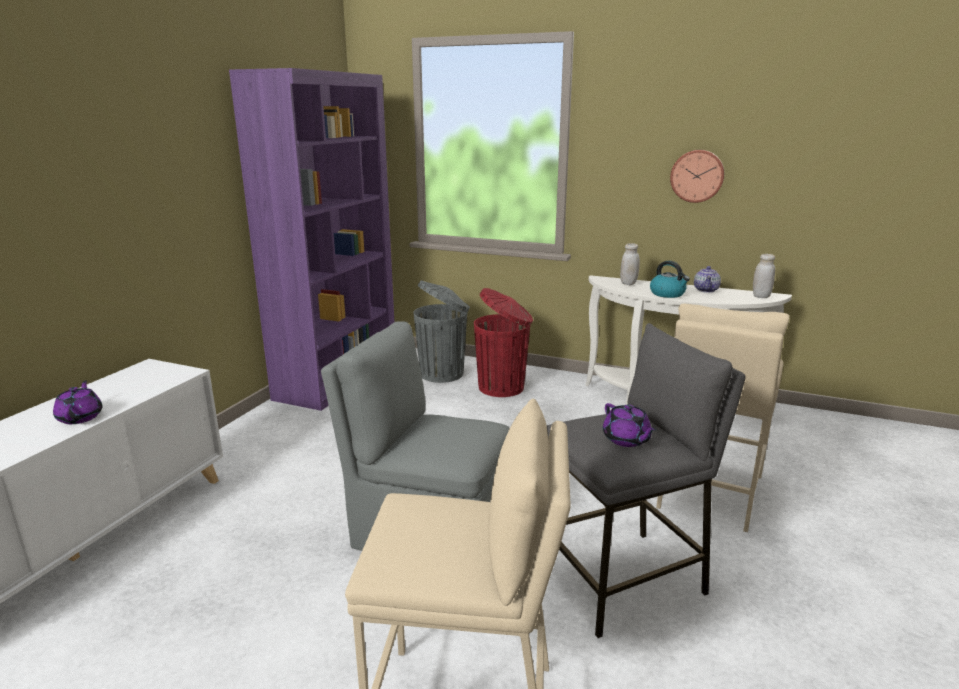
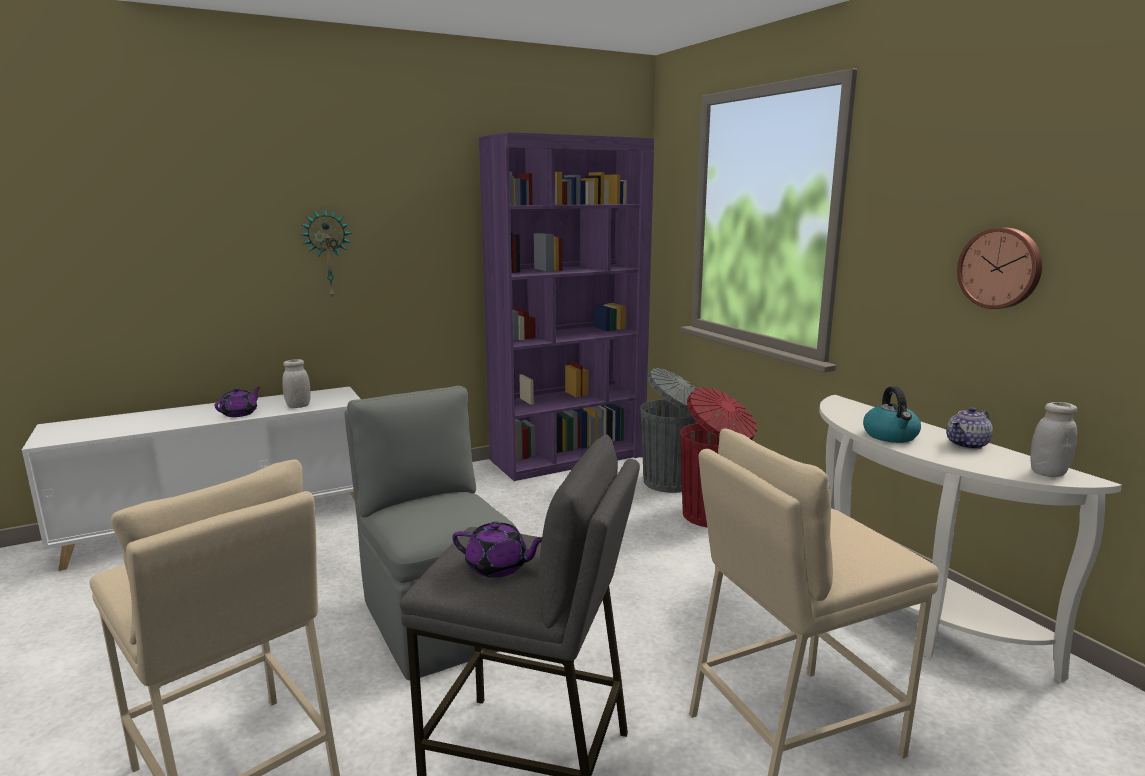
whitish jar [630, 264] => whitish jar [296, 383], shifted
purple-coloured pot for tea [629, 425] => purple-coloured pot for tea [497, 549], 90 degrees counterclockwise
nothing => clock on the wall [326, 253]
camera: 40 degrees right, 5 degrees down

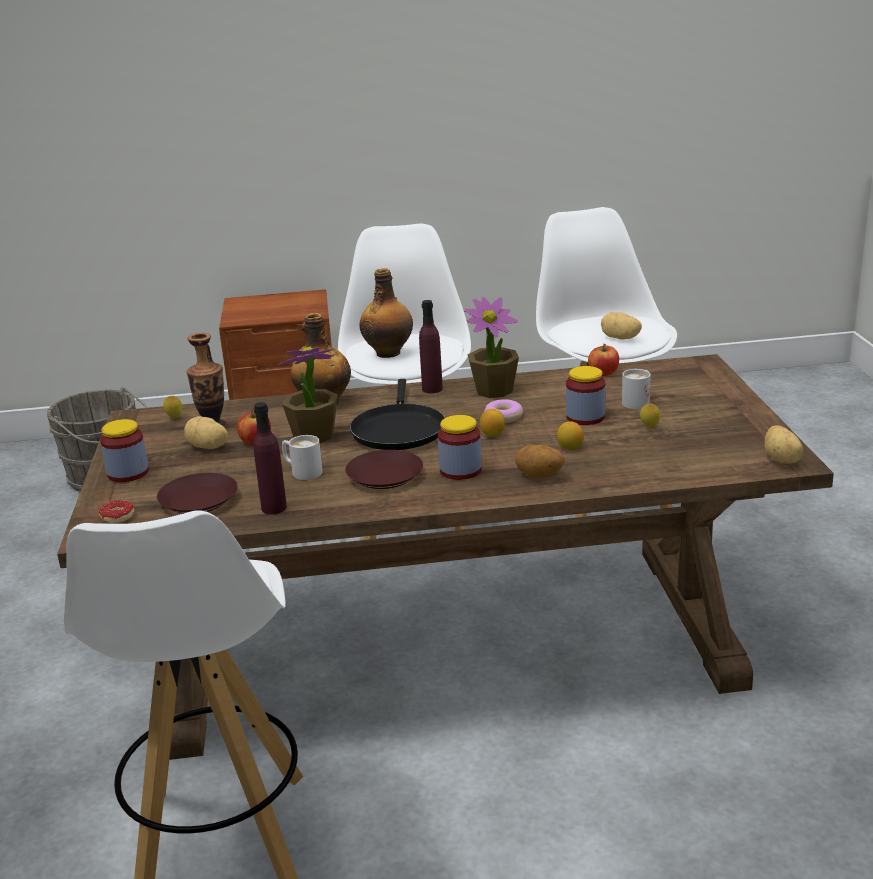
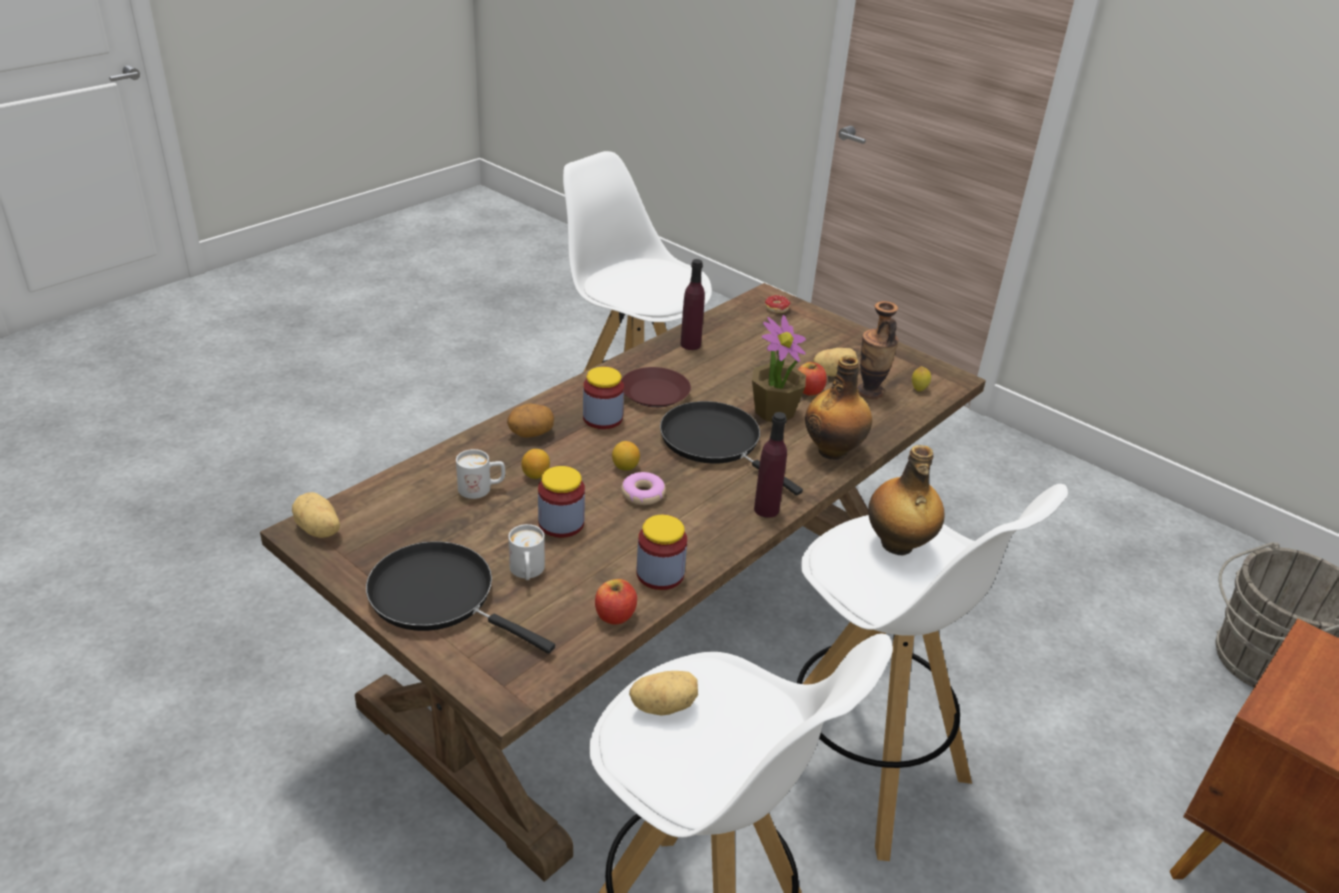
potted plant [491, 347] => nothing
citrus fruit [650, 416] => nothing
jar [124, 450] => jar [661, 552], shifted
whitish tea mug [302, 457] => whitish tea mug [480, 474], shifted
brown-coloured dinner plate [197, 493] => nothing
nothing => blackish skillet [460, 597]
camera: 135 degrees right, 10 degrees up

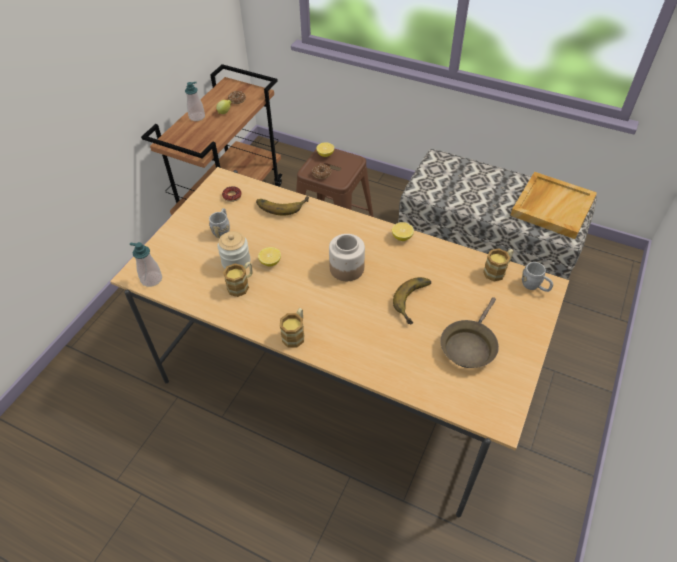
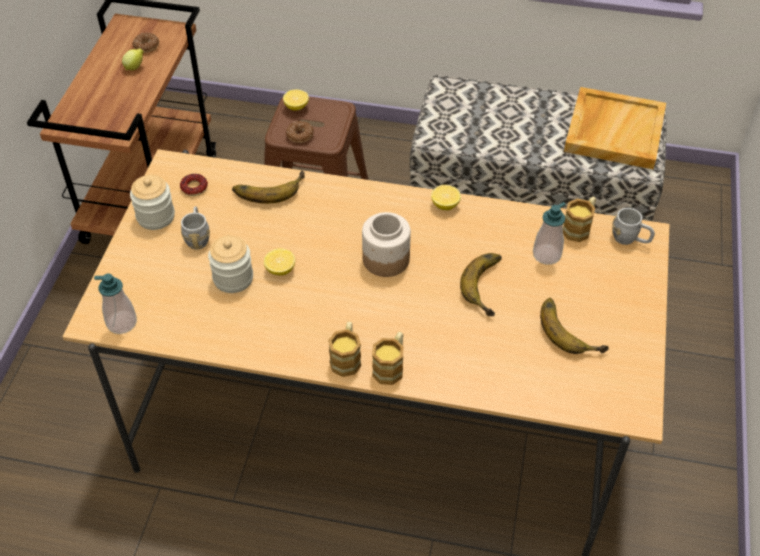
soap bottle [195, 101] => soap bottle [549, 233], shifted
tea mug [238, 279] => tea mug [388, 358], shifted
brown-coloured skillet [469, 332] => banana [574, 326]
nothing => jar [152, 202]
camera: 15 degrees left, 0 degrees up

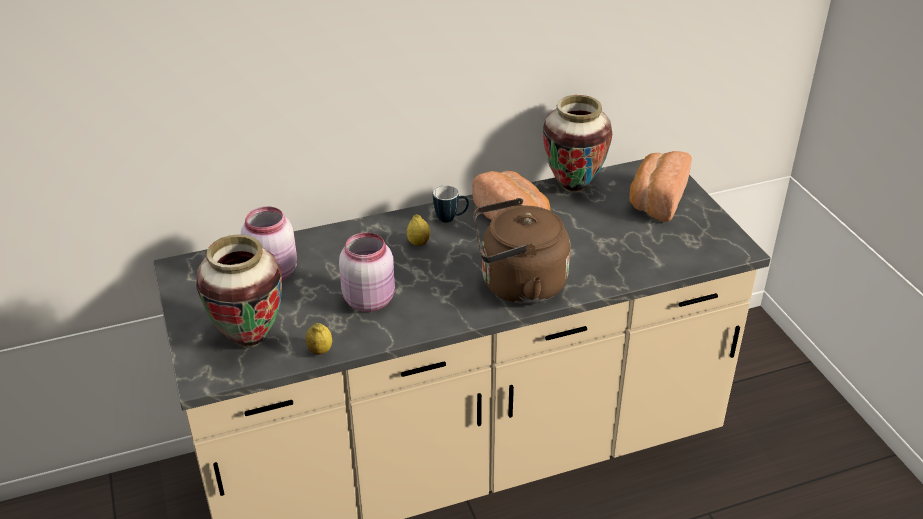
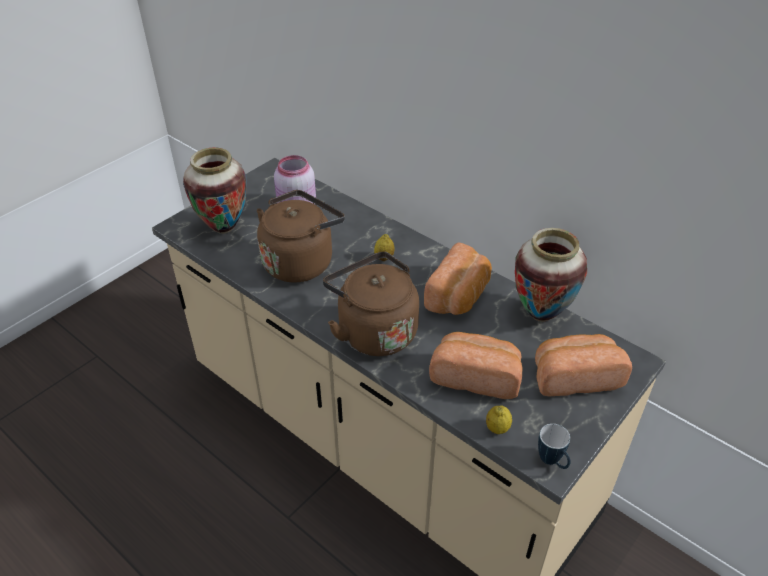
tea mug [451, 204] => tea mug [554, 446], shifted
pink-coloured jar [367, 272] => brown-coloured water kettle [301, 236]
citrus fruit [318, 339] => citrus fruit [499, 419], shifted
nothing => bread [475, 365]
camera: 60 degrees right, 5 degrees up

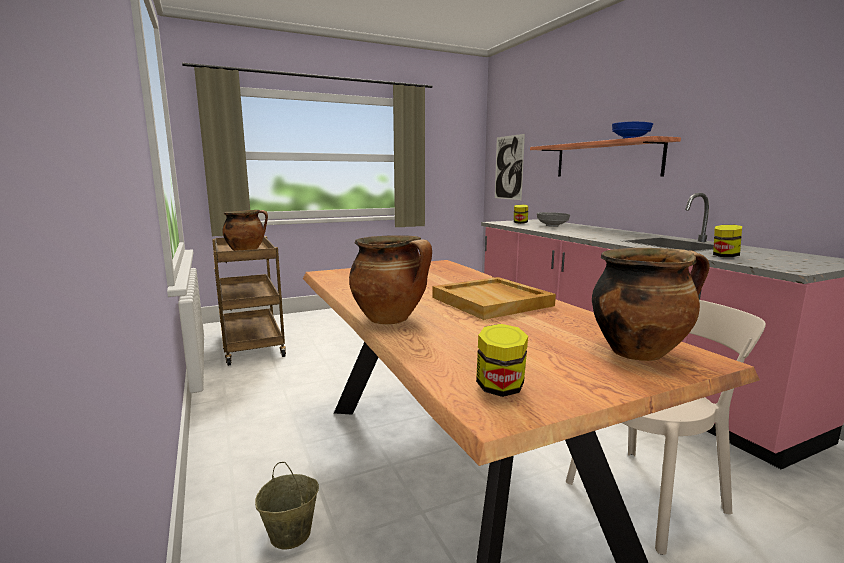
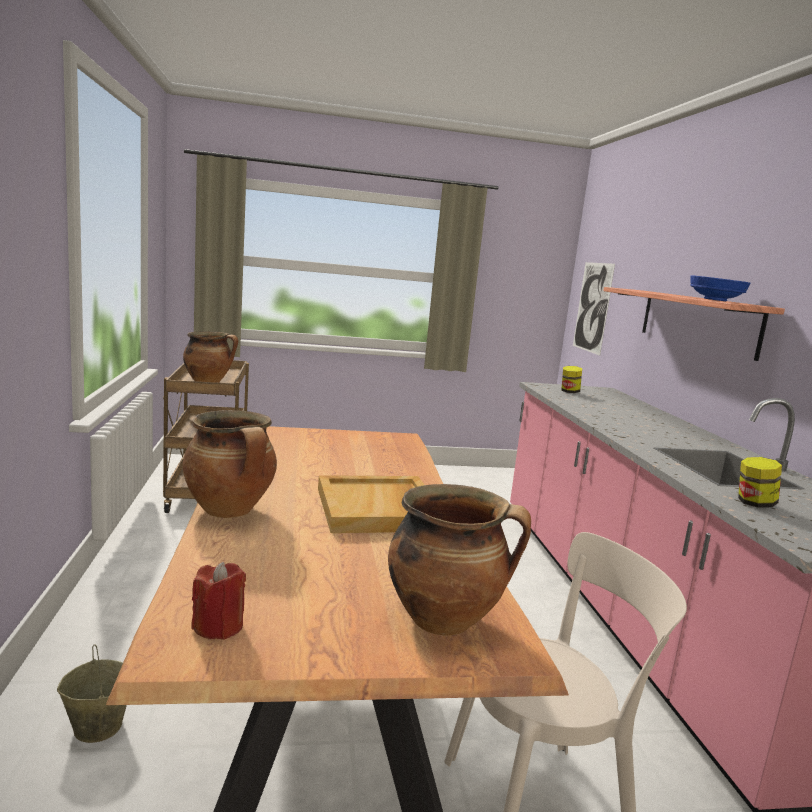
gray bowl [553, 219] => nothing
jar [502, 360] => red-coloured candle [218, 601]
camera: 15 degrees right, 0 degrees up

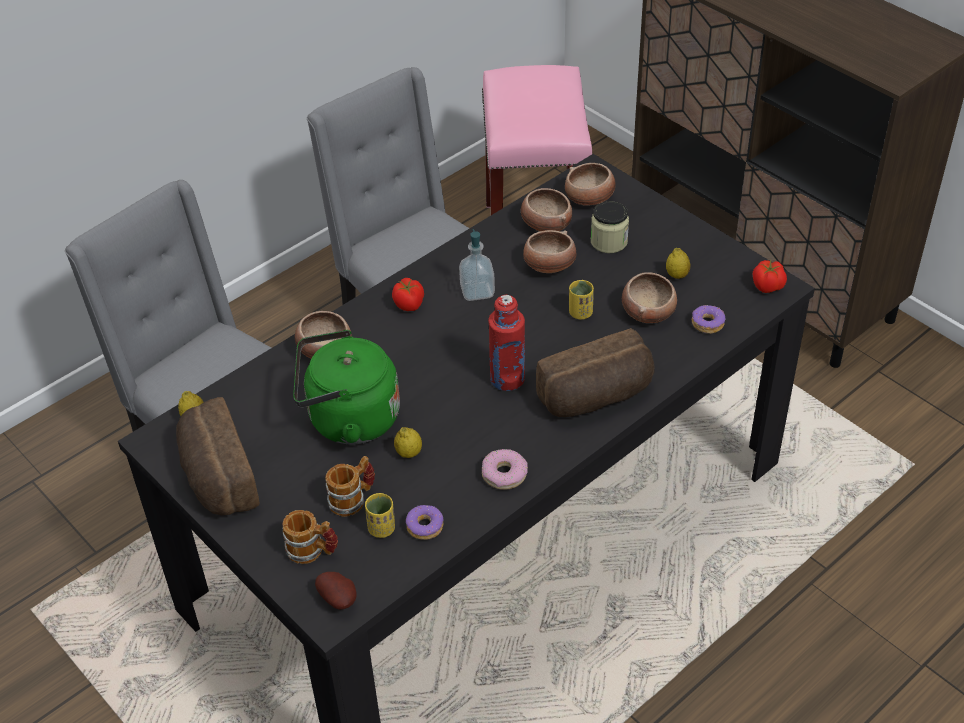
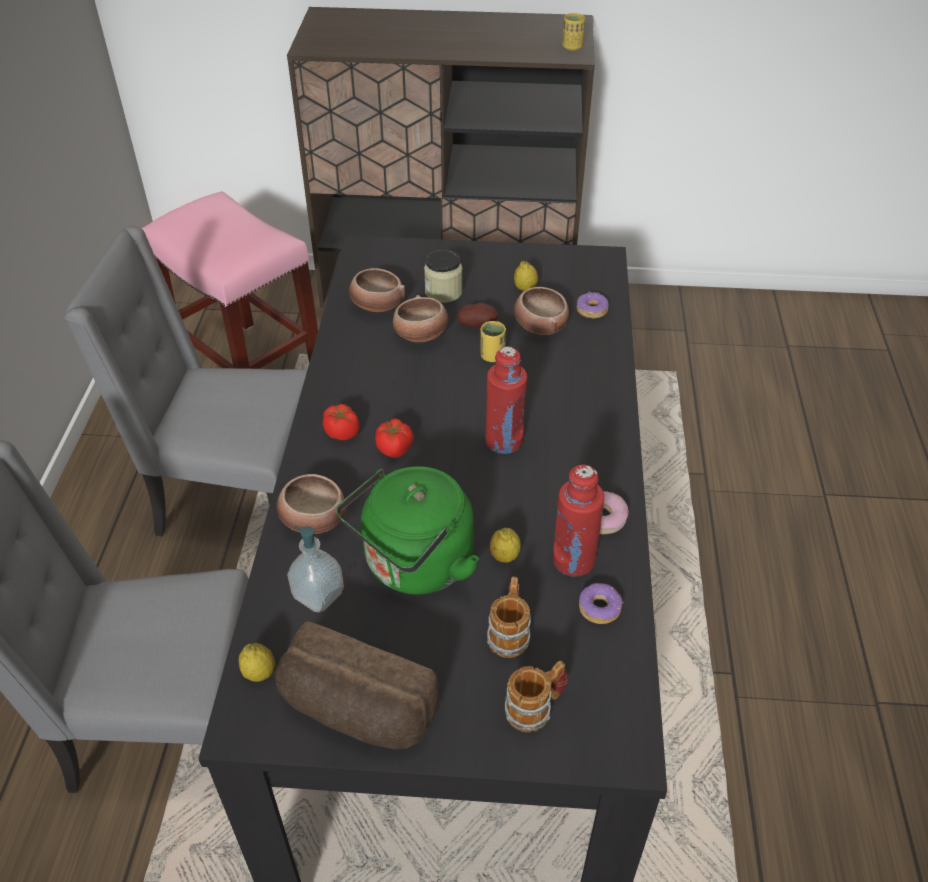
bowl [590, 184] => nothing
soap bottle [477, 265] => soap bottle [315, 569], shifted
fresh tomato [769, 276] => fresh tomato [394, 438], shifted
bread [595, 372] => nothing
yellowish cup [380, 515] => yellowish cup [573, 31], shifted
whole potato [336, 591] => whole potato [477, 315], shifted
nothing => red-coloured beverage bottle [578, 521]
camera: 45 degrees left, 0 degrees up

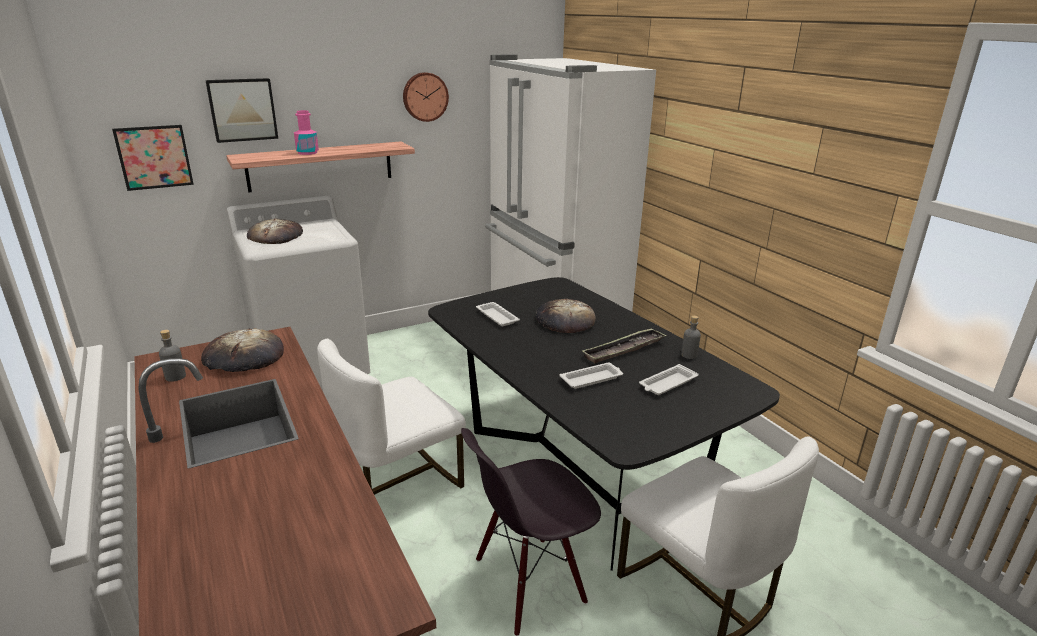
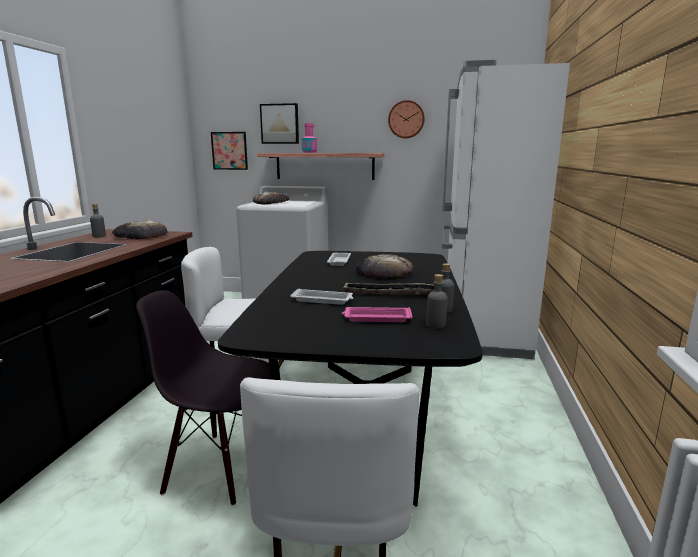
whitish tray [669, 379] => pink-coloured tray [377, 314]
nothing => gray beverage bottle [436, 301]
camera: 40 degrees right, 10 degrees down

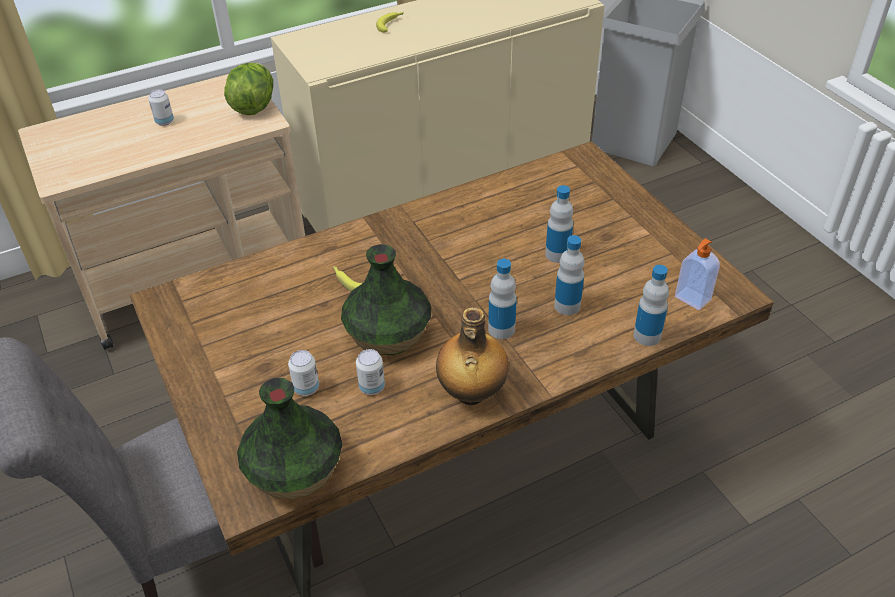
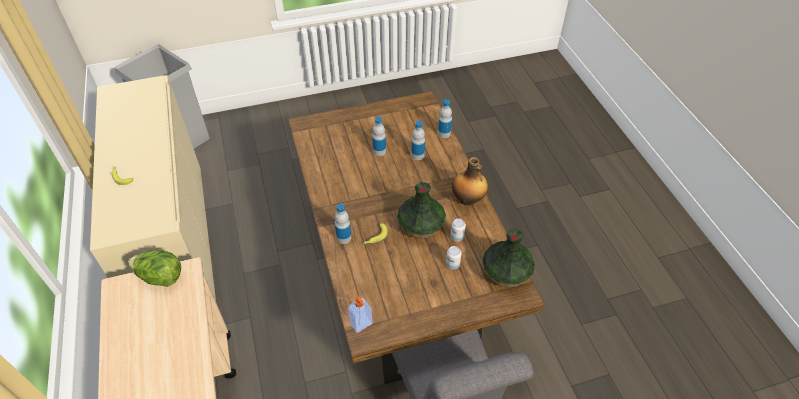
metal can [161, 107] => nothing
soap bottle [697, 274] => soap bottle [360, 314], shifted
beverage bottle [502, 299] => beverage bottle [343, 224], shifted
camera: 80 degrees left, 5 degrees up

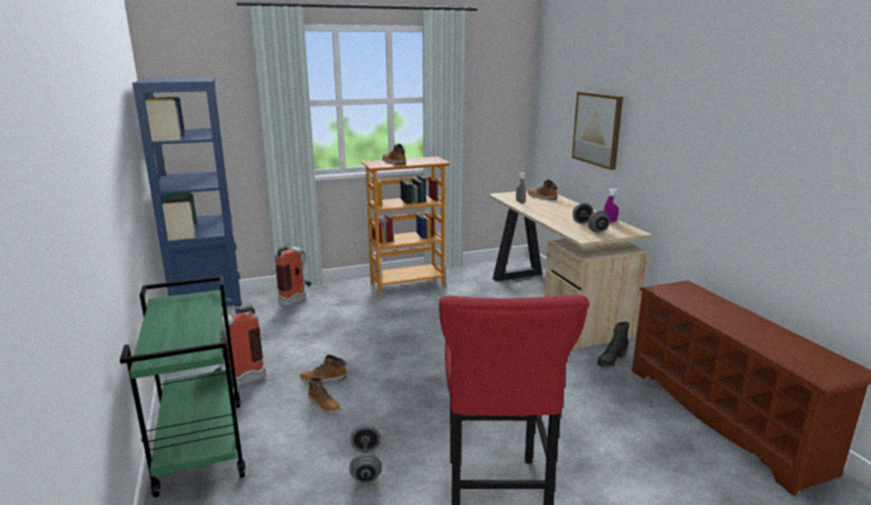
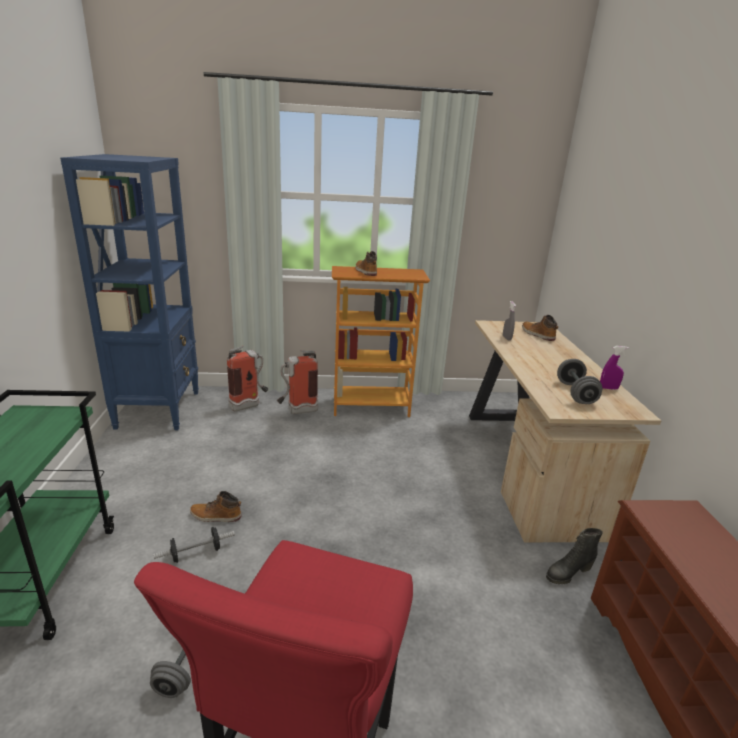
picture [597, 131] => nothing
fire extinguisher [240, 346] => fire extinguisher [297, 382], shifted
tall boot [324, 396] => dumbbell [194, 545]
camera: 15 degrees right, 5 degrees up

